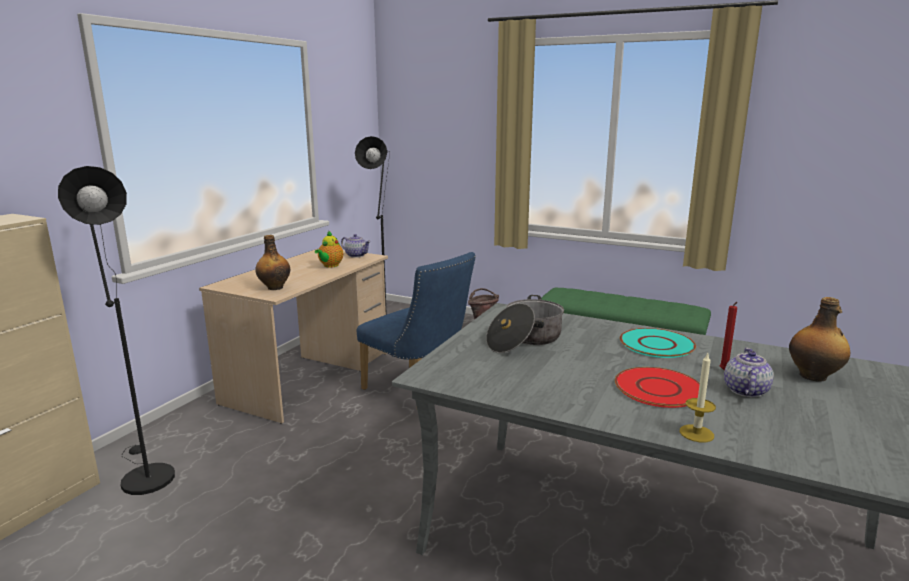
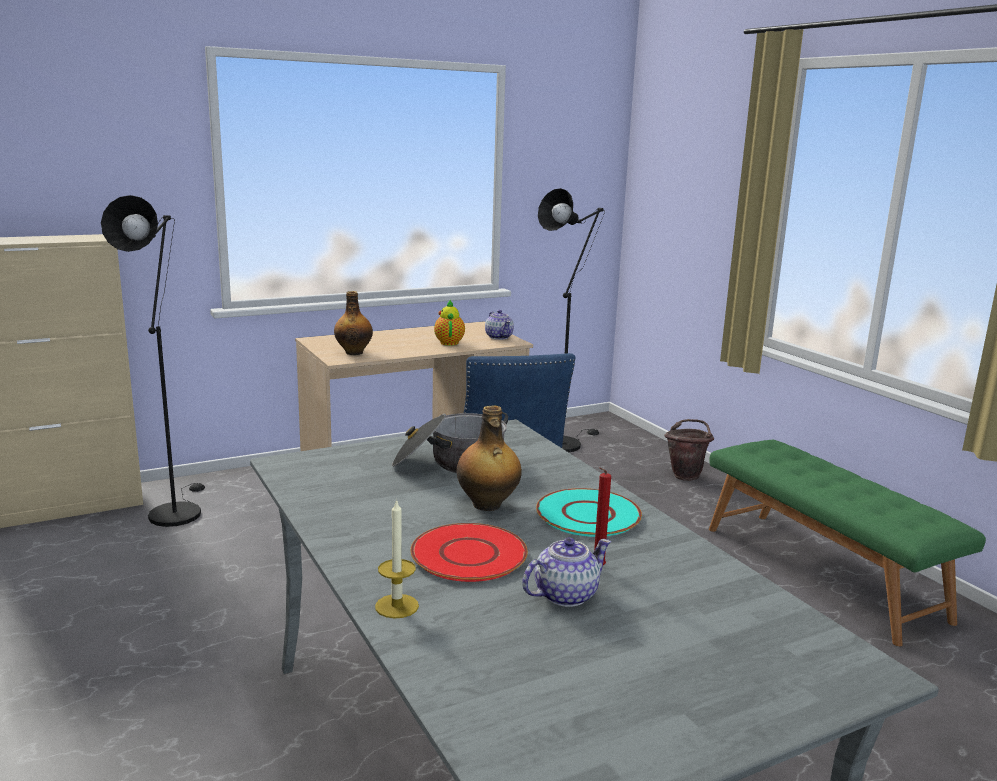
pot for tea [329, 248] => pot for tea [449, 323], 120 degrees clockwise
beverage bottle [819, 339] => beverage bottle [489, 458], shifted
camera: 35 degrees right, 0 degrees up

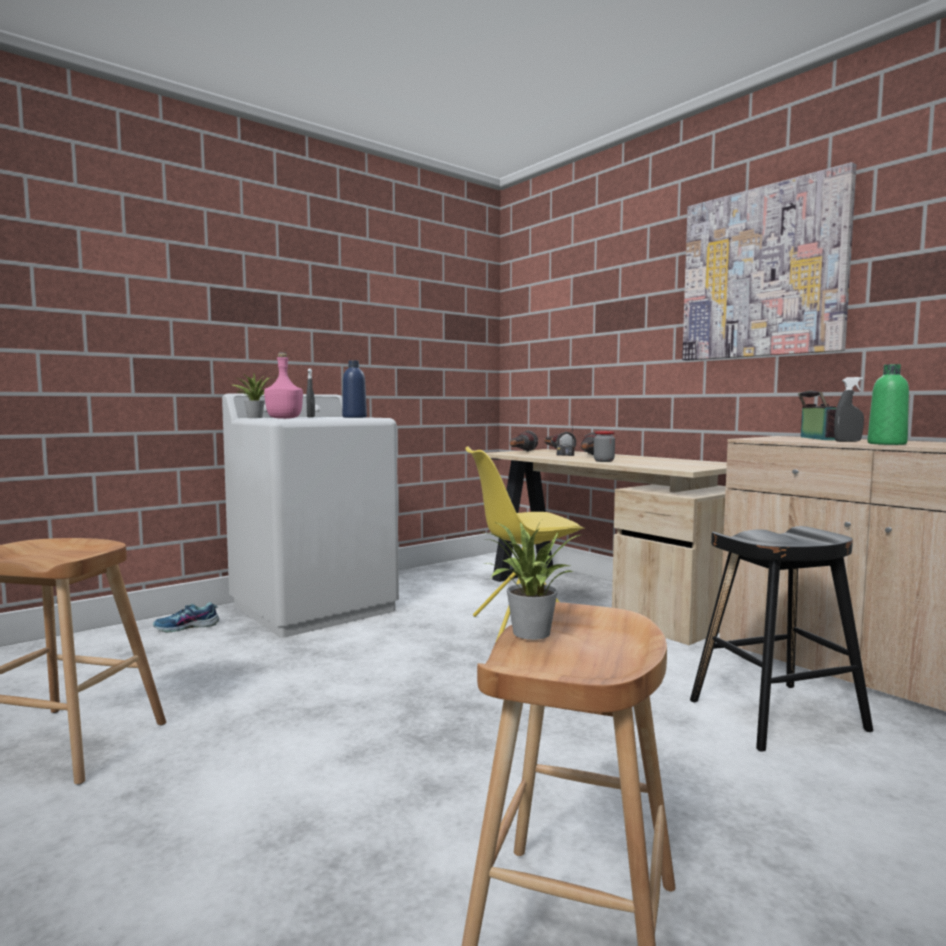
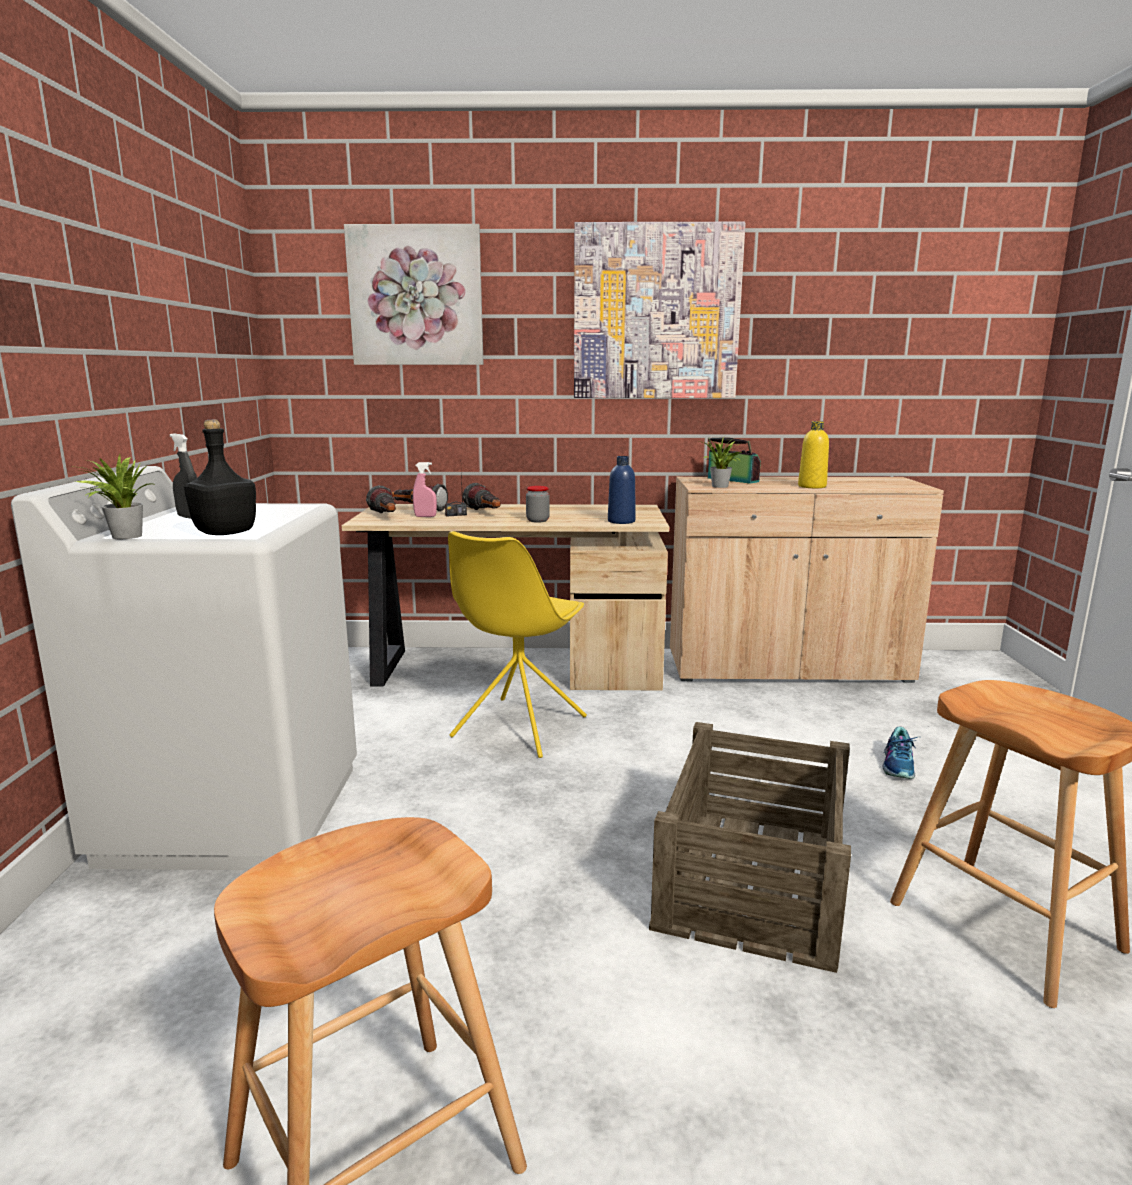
pink-coloured beverage bottle [283, 385] => blackish beverage bottle [220, 477]
blue beverage bottle [354, 389] => blue beverage bottle [622, 490], shifted
green-coloured beverage bottle [888, 404] => yellowish beverage bottle [813, 454]
gray sprayer [849, 409] => nothing
potted plant [530, 580] => potted plant [719, 462], shifted
blackish stool [781, 639] => nothing
shoe [186, 617] => shoe [900, 753], shifted
nothing => picture [413, 294]
nothing => pink-coloured sprayer [425, 489]
nothing => crate [750, 847]
camera: 50 degrees left, 10 degrees up

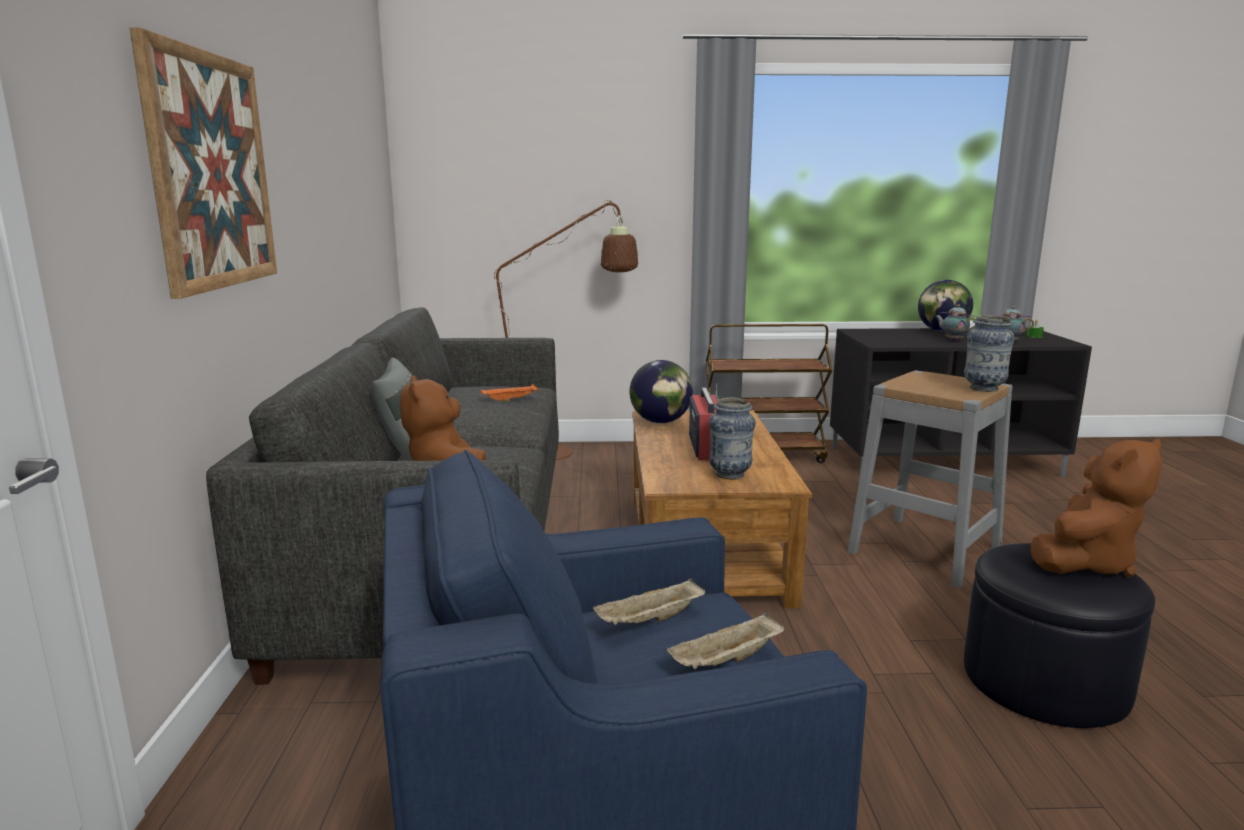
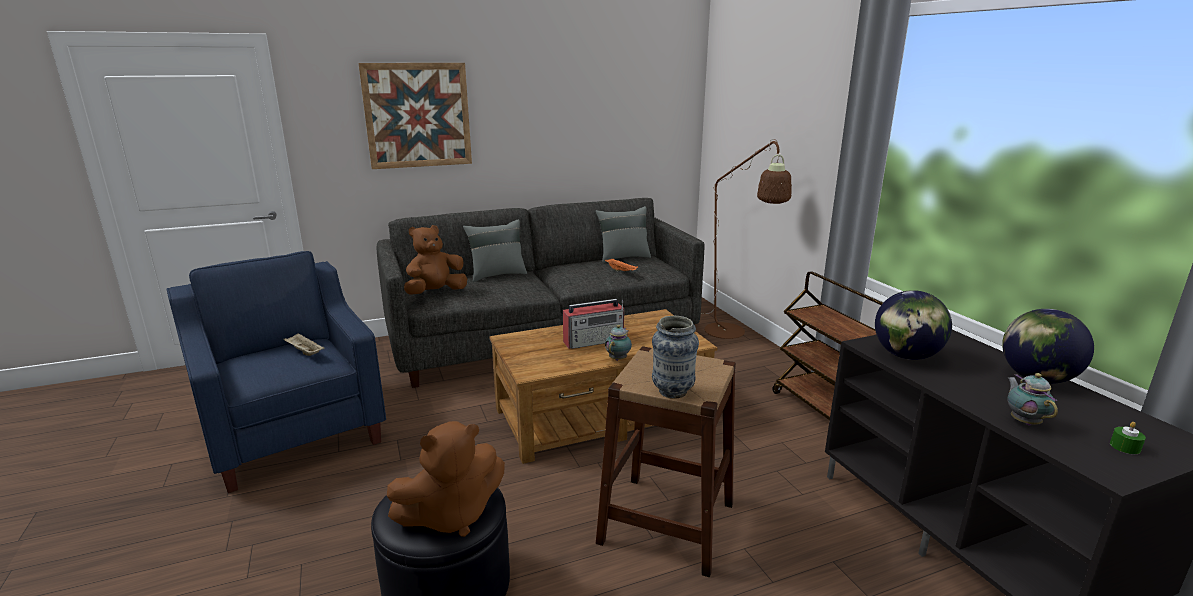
pot for tea [955, 322] => pot for tea [618, 343], shifted
desk globe [661, 391] => desk globe [913, 325], shifted
gray stool [930, 479] => brown-coloured stool [666, 461]
vase [732, 438] => nothing
brown-coloured cuddly toy [1097, 508] => brown-coloured cuddly toy [446, 479], 60 degrees counterclockwise
sand-coloured tray [726, 641] => nothing
nothing => gray pillow [623, 234]
camera: 70 degrees right, 5 degrees up

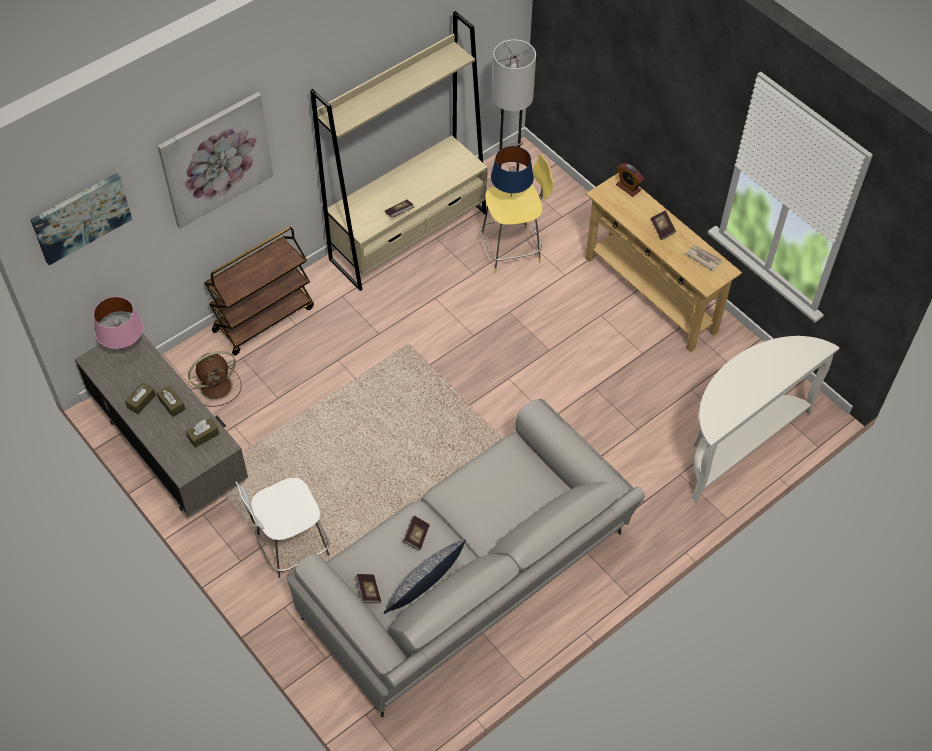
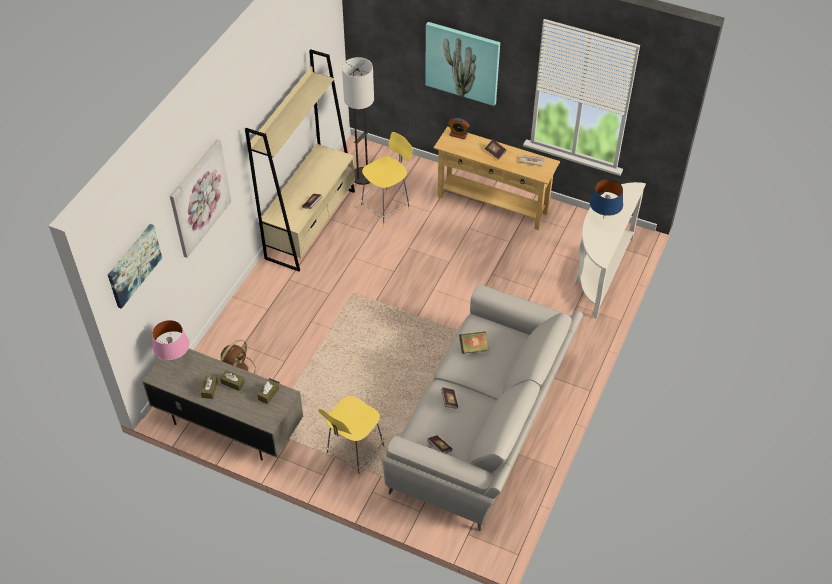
blue table lamp [512, 171] => blue table lamp [606, 199], shifted
brown-coloured cart [259, 291] => nothing
whitish stool [283, 530] => yellowish stool [351, 436]
pillow [424, 576] => nothing
nothing => picture [462, 64]
nothing => volume [474, 343]
camera: 25 degrees left, 5 degrees down

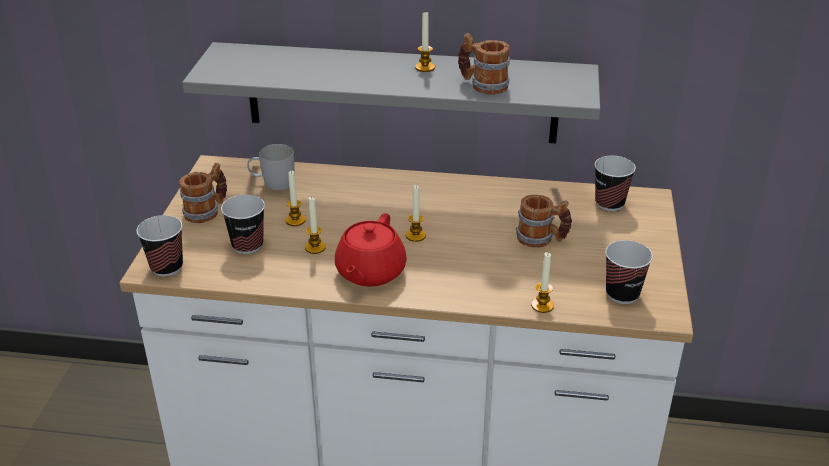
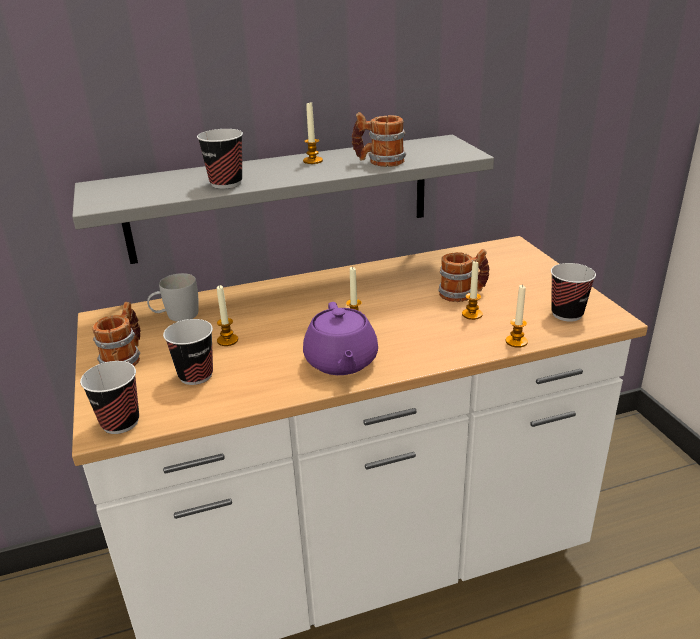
cup [615, 183] => cup [220, 159], shifted
candle [315, 225] => candle [472, 290], shifted
red-coloured pot for tea [371, 250] => purple-coloured pot for tea [340, 338]
camera: 25 degrees left, 5 degrees down

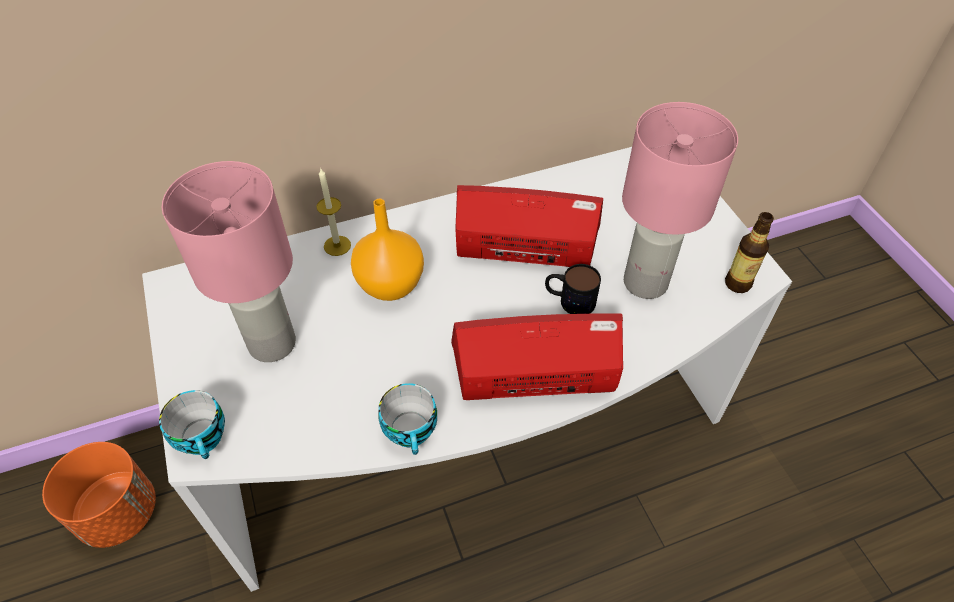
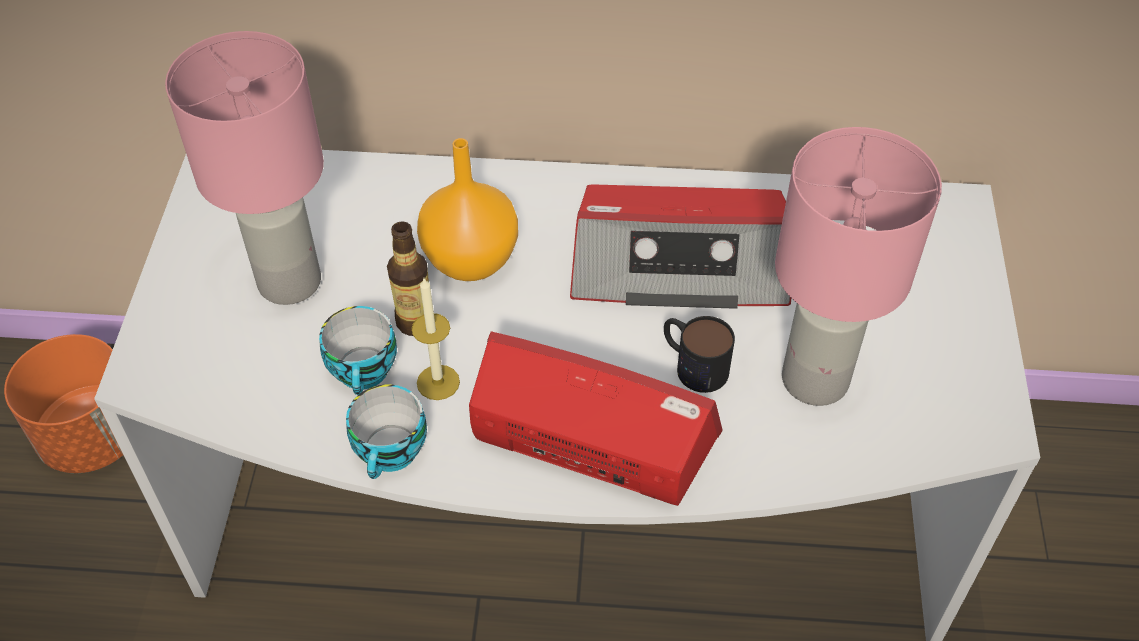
candle [333, 212] => candle [435, 339], shifted
radio set [529, 226] => radio set [680, 246], 150 degrees clockwise
beverage bottle [749, 252] => beverage bottle [408, 278], shifted
cup [192, 424] => cup [358, 350], shifted
camera: 25 degrees right, 0 degrees up

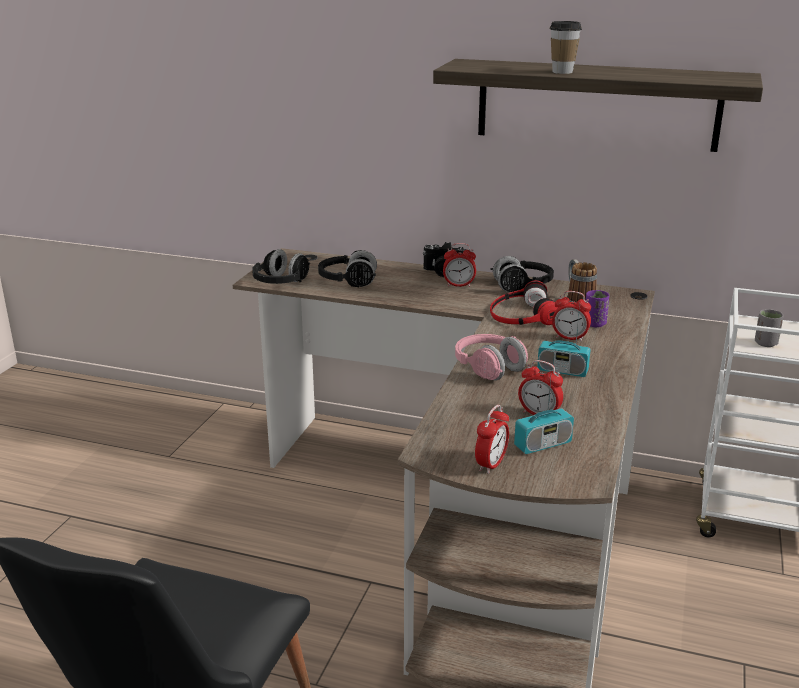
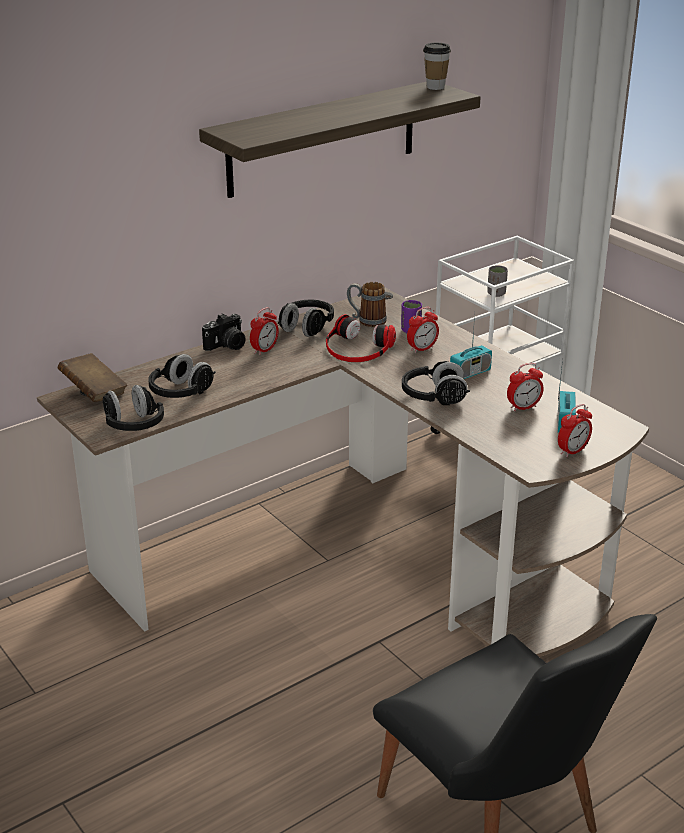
cup [565, 47] => cup [437, 66], shifted
pink-coloured headphones [491, 357] => blackish headphones [436, 383]
table clock [492, 439] => table clock [575, 430], 75 degrees clockwise
nothing => brown-coloured volume [92, 377]
camera: 55 degrees left, 5 degrees up

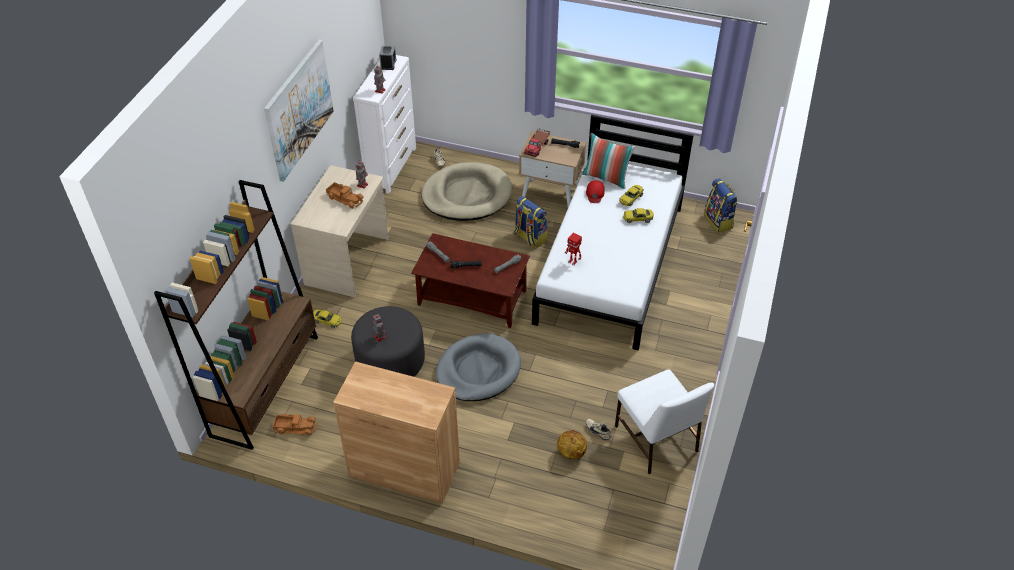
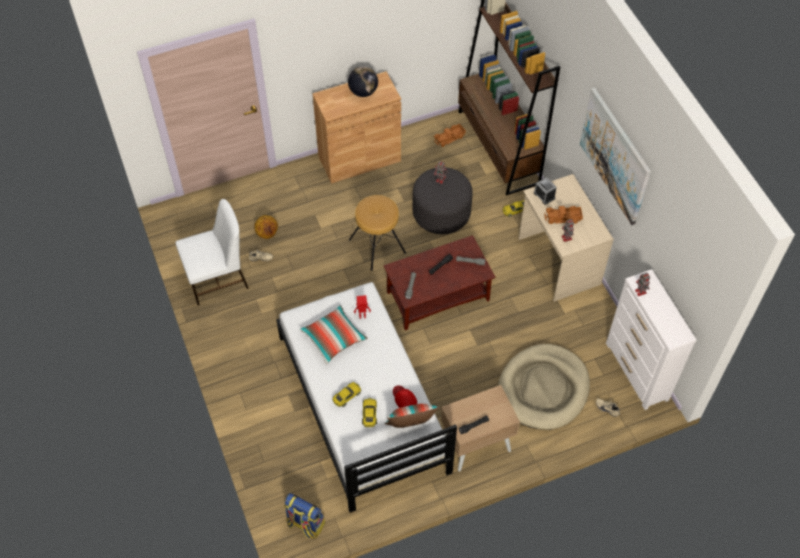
table clock [388, 58] => table clock [545, 191], shifted
toy lorry [537, 143] => nothing
rucksack [531, 222] => nothing
gray dog bed [478, 367] => brown-coloured stool [377, 233]
whitish upright chair [664, 421] => whitish upright chair [212, 252], 135 degrees clockwise
nothing => desk globe [363, 81]
nothing => pillow [333, 334]
camera: 140 degrees right, 10 degrees up

